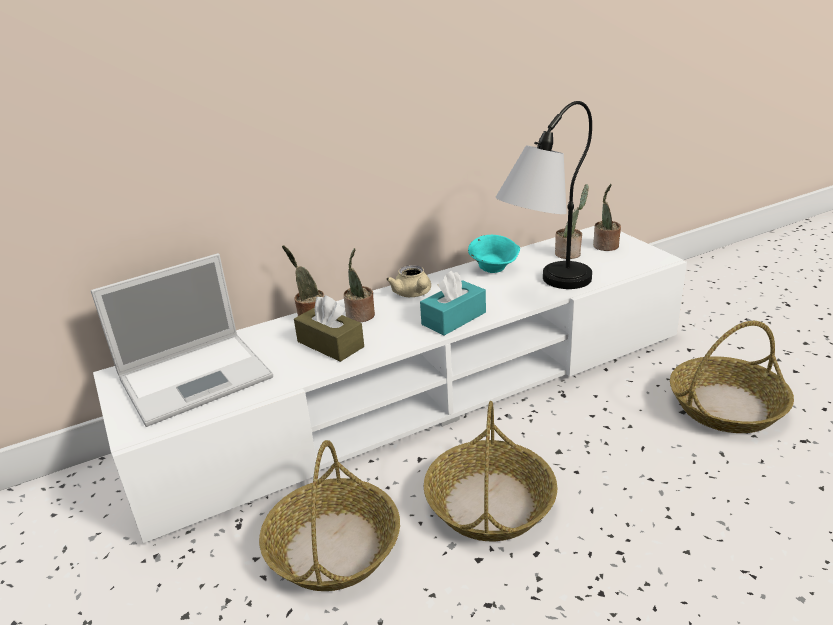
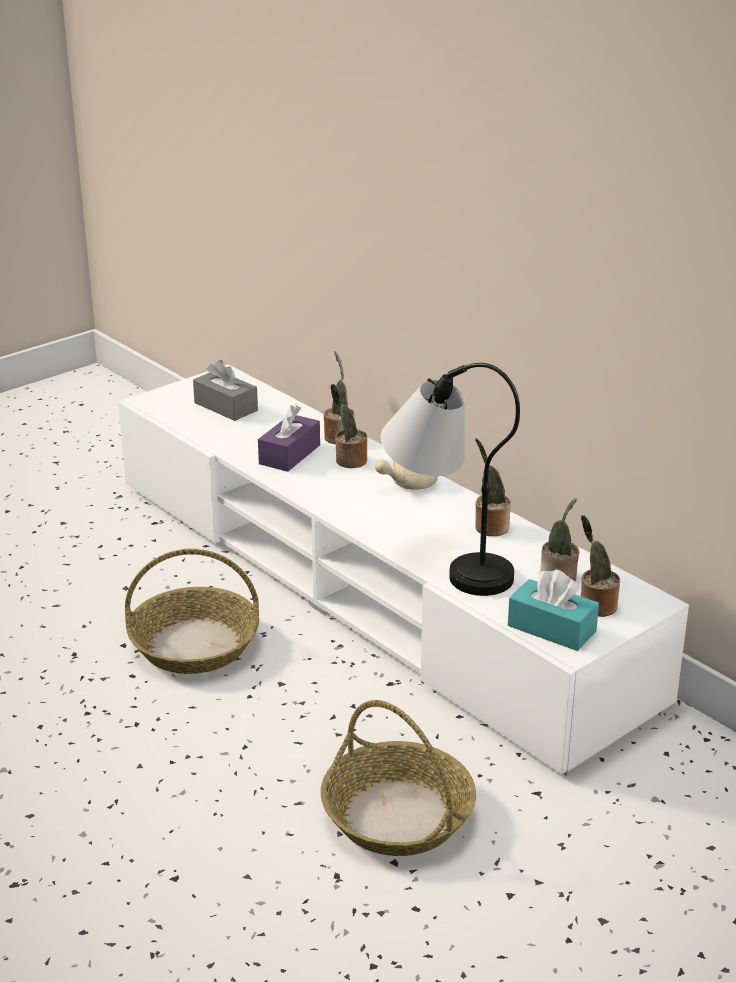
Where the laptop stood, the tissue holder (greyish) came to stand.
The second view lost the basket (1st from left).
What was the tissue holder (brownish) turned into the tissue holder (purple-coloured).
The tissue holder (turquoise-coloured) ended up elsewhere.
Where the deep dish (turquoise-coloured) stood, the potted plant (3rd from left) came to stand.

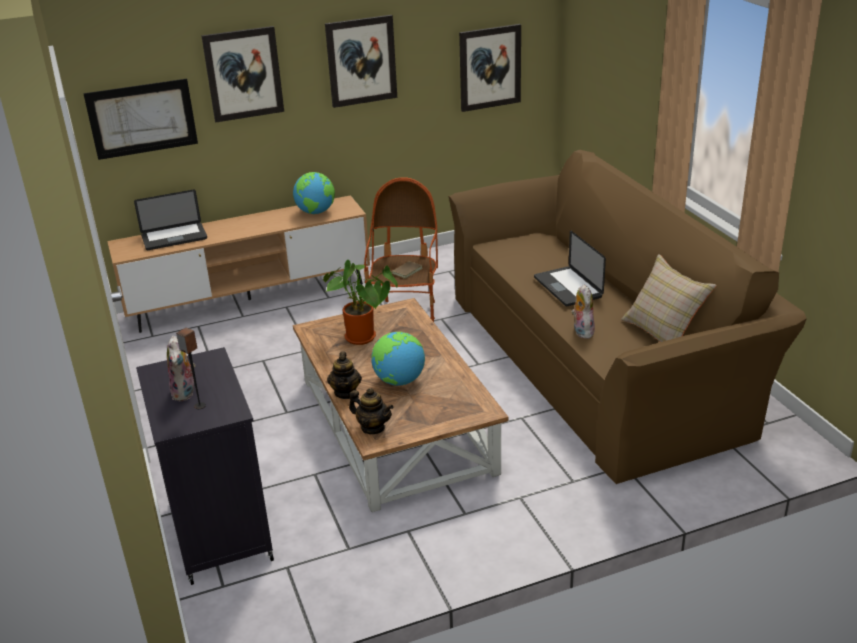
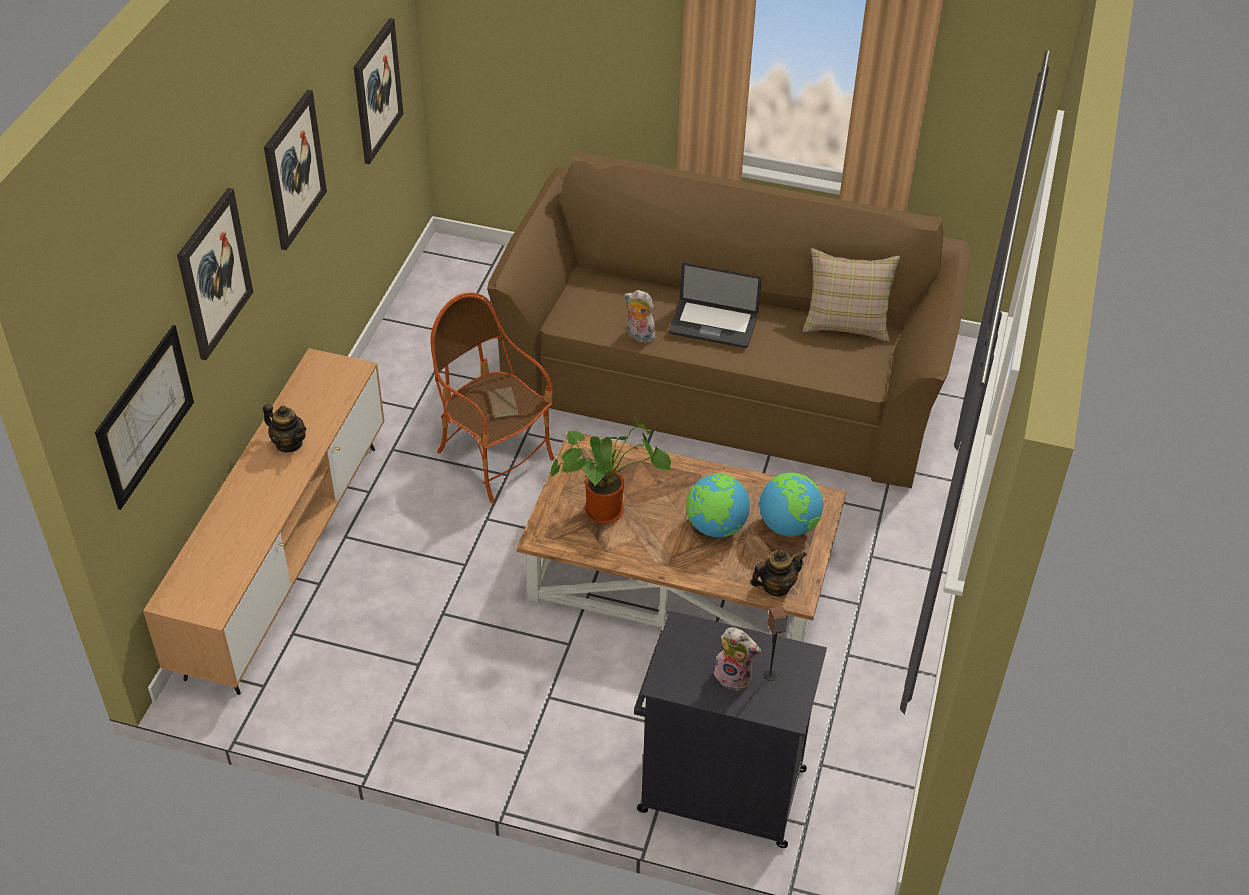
The second view lost the laptop (1st from left).
The globe (1st from left in the first image) ended up elsewhere.
The pot for tea (1st from left) ended up elsewhere.
The cuddly toy (2nd from left in the first image) ended up elsewhere.

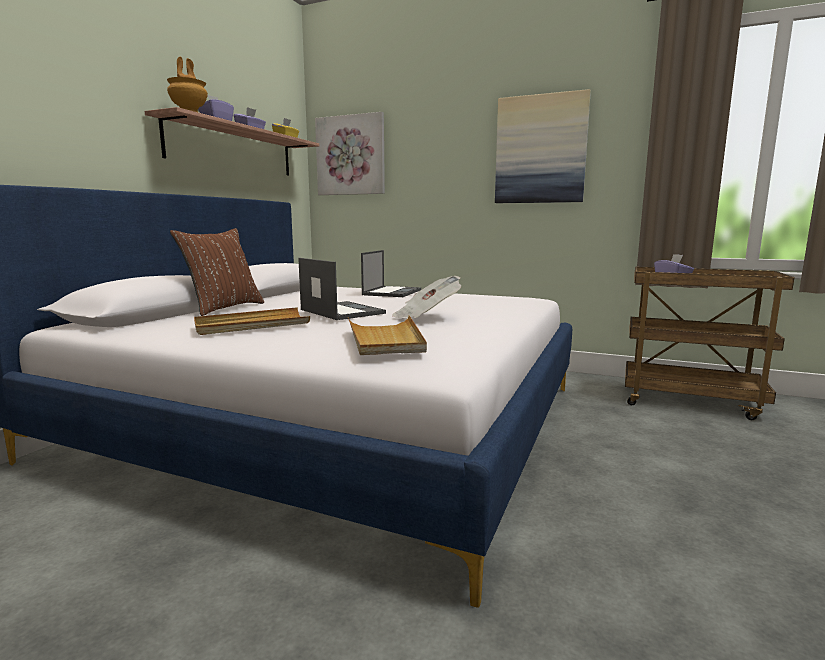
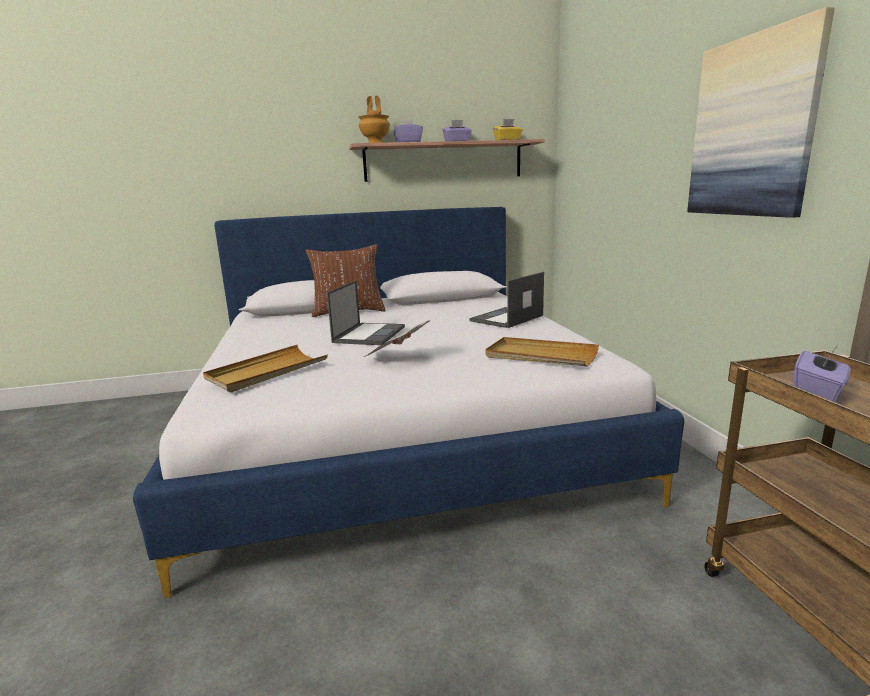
The carrying tray (sand-coloured) (1st from left in the first image) ended up elsewhere.
The second view lost the picture (1st from left).
The laptop (2nd from left) ended up facing another way, 150 degrees clockwise from before.

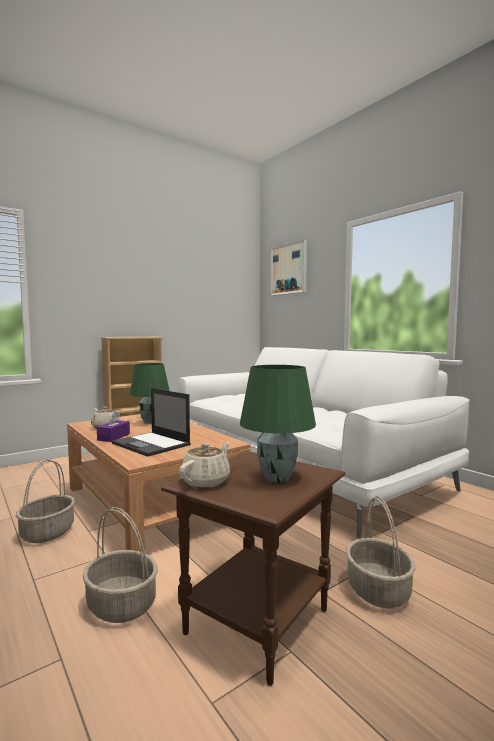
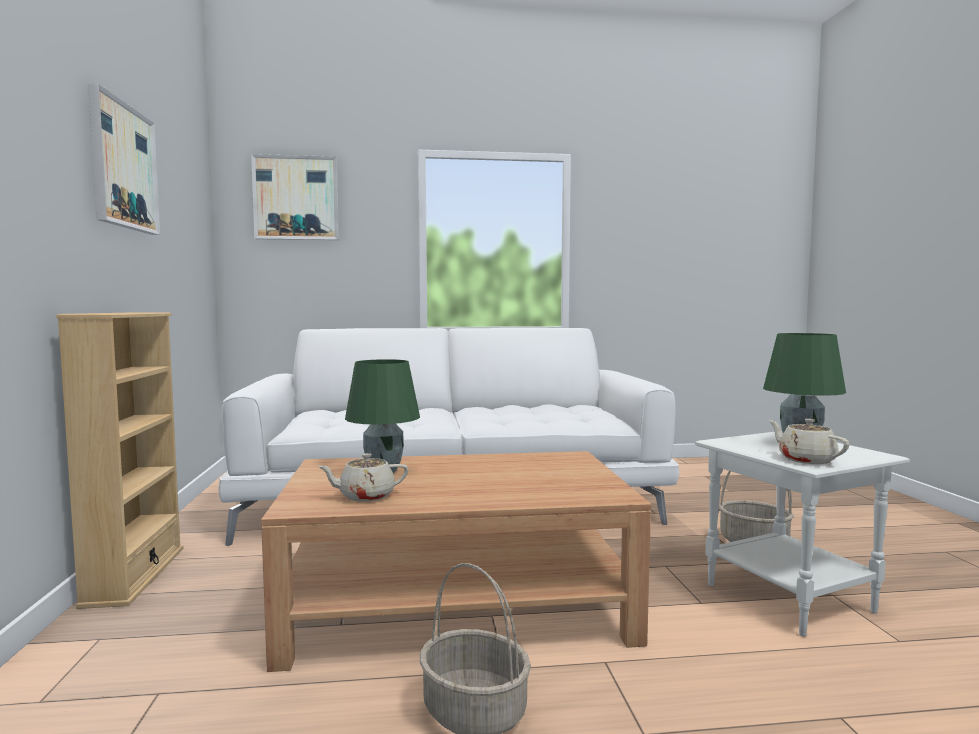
The second view lost the basket (2nd from left).
The second view lost the tissue holder (purple-coloured).
The second view lost the laptop.
What was the side table (brownish) turned into the side table (whitish).
The second view gained the picture (1st from left).

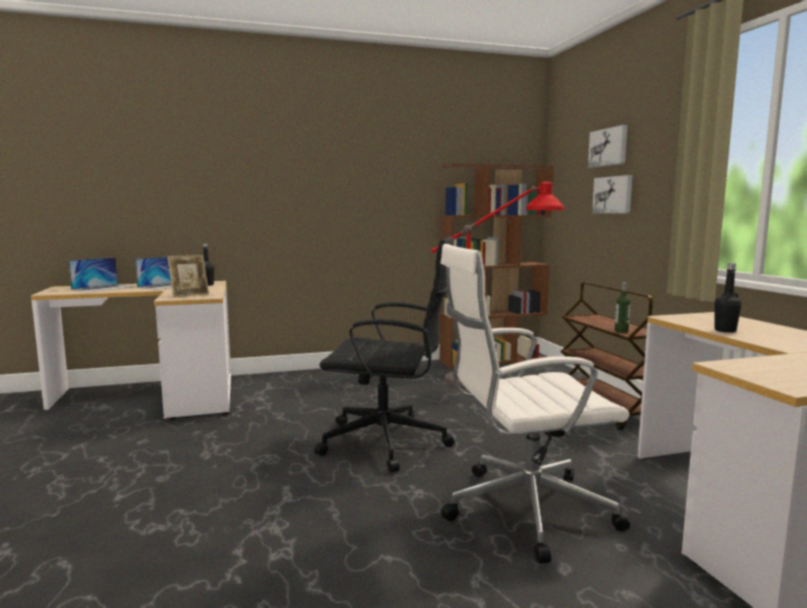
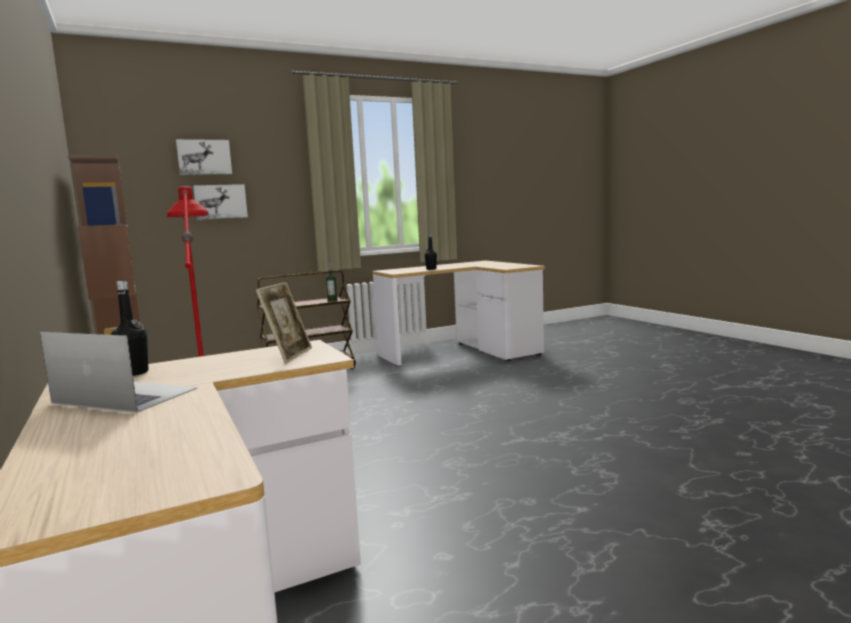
The second view lost the laptop (1st from left).
The photo frame ended up facing another way, 60 degrees clockwise from before.
The second view lost the office chair (black-coloured).
The second view lost the office chair (whitish).

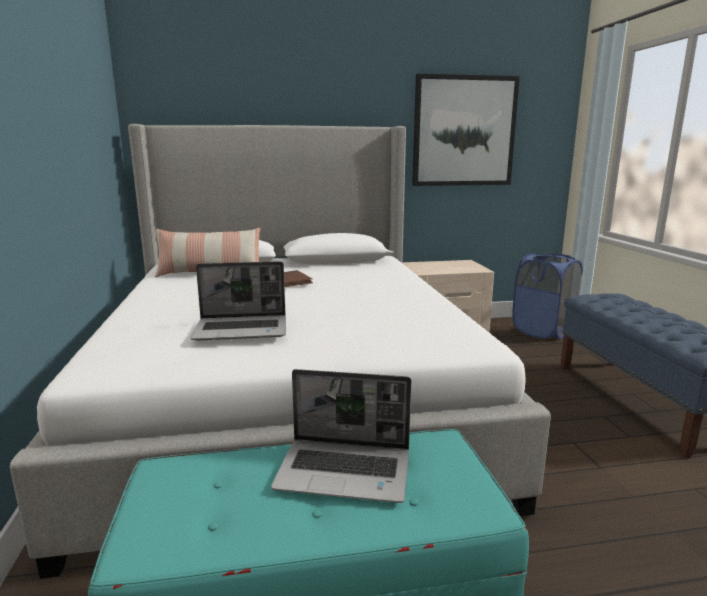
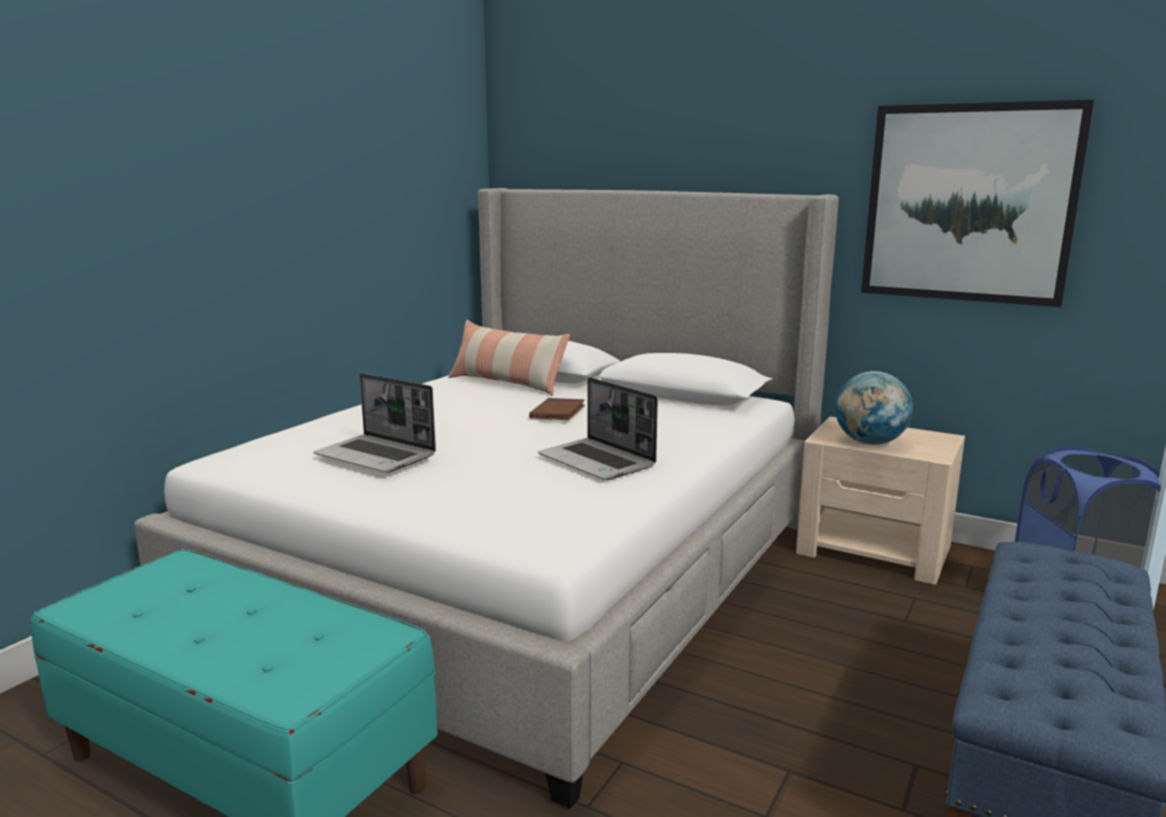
The laptop (2nd from left) ended up elsewhere.
The second view gained the globe.

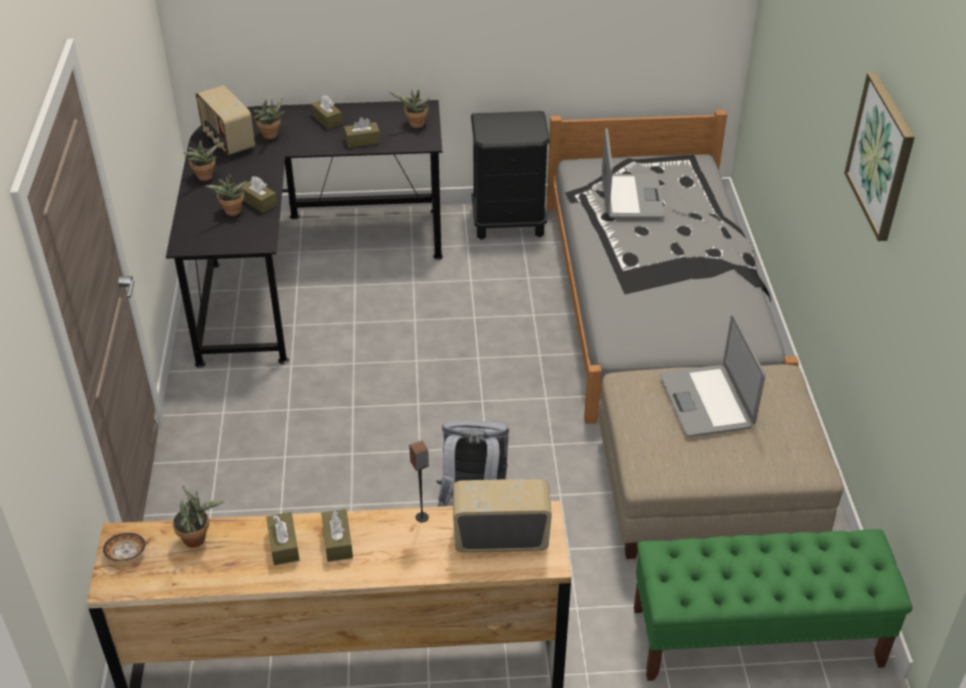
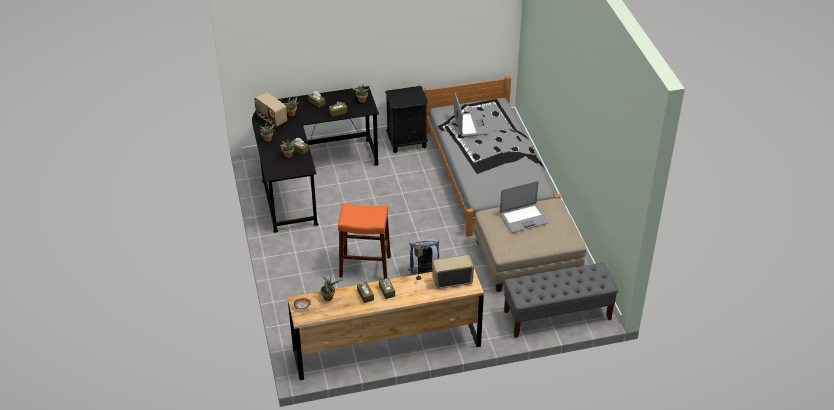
What was the long seat (green) turned into the long seat (greyish).
The laptop (2nd from left) ended up facing another way, 90 degrees counterclockwise from before.
The second view lost the picture.
The second view gained the stool (orange-coloured).

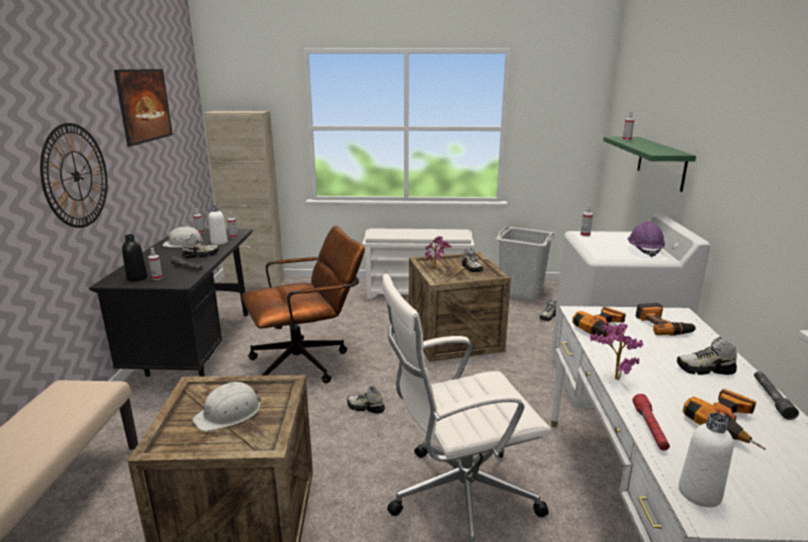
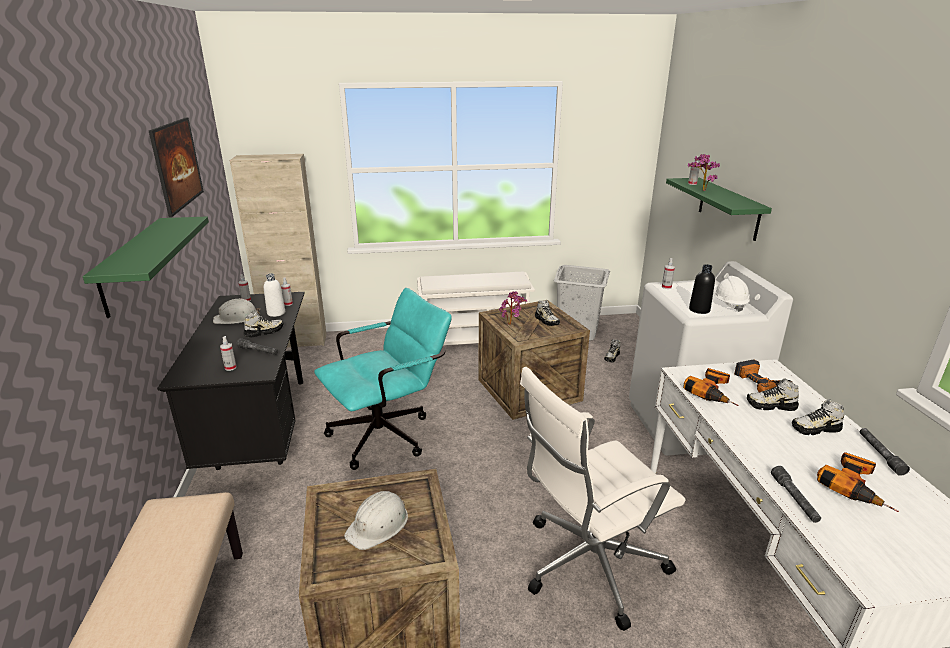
Where the wall clock hung, the shelf (green) (1st from left) came to hang.
The beverage bottle (black-coloured) ended up elsewhere.
What was the office chair (brownish) turned into the office chair (turquoise-coloured).
The shoe (2nd from left in the first image) ended up elsewhere.
The potted plant (2nd from left) ended up elsewhere.
What was the safety helmet (purple-coloured) turned into the safety helmet (whitish) (3rd from left).
What was the torch (red) turned into the torch (greyish) (2nd from left).
The second view lost the beverage bottle (whitish) (2nd from left).

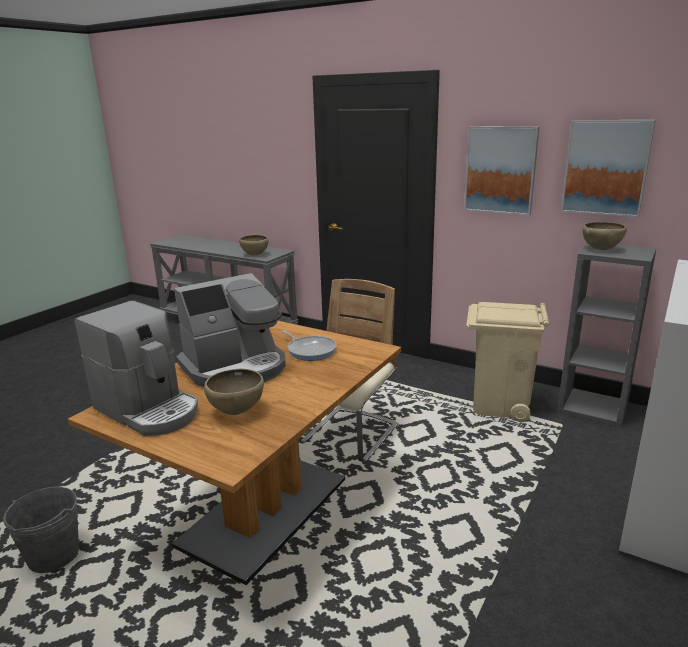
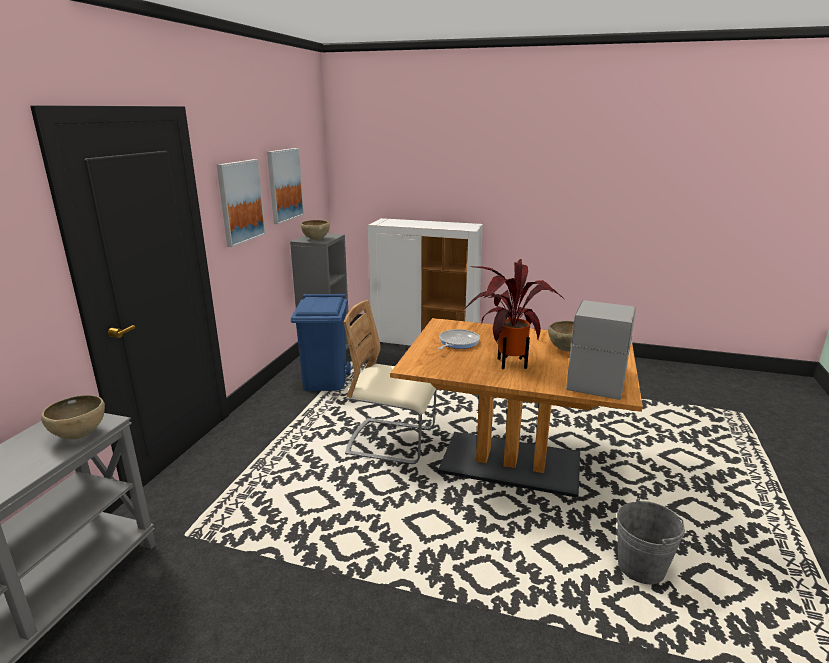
Where the coffee machine (2nd from left) stood, the potted plant came to stand.
What was the trash can (sand-coloured) turned into the trash can (bluish).

